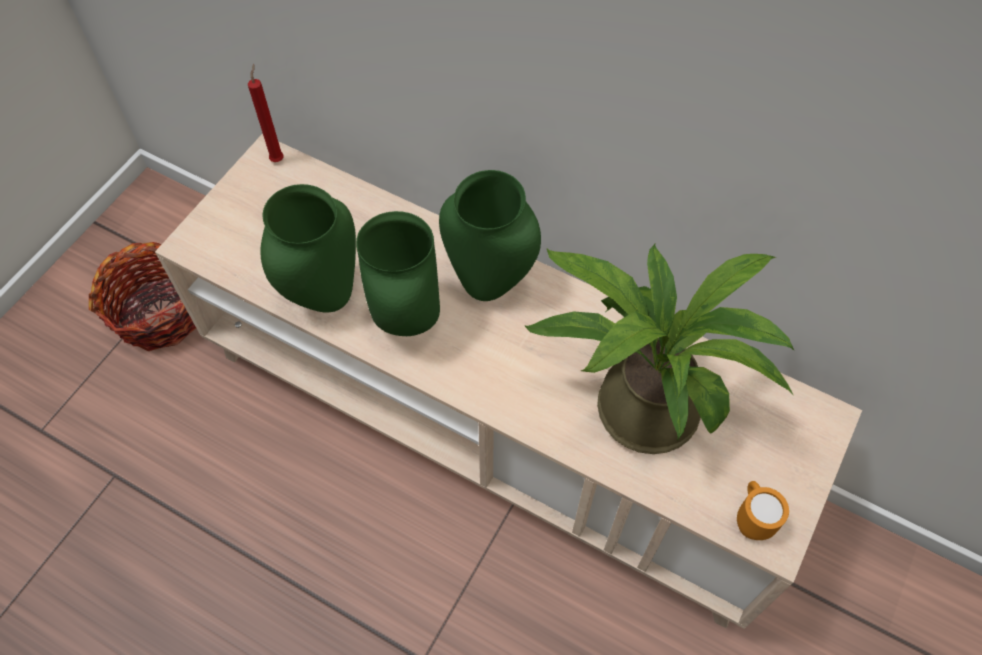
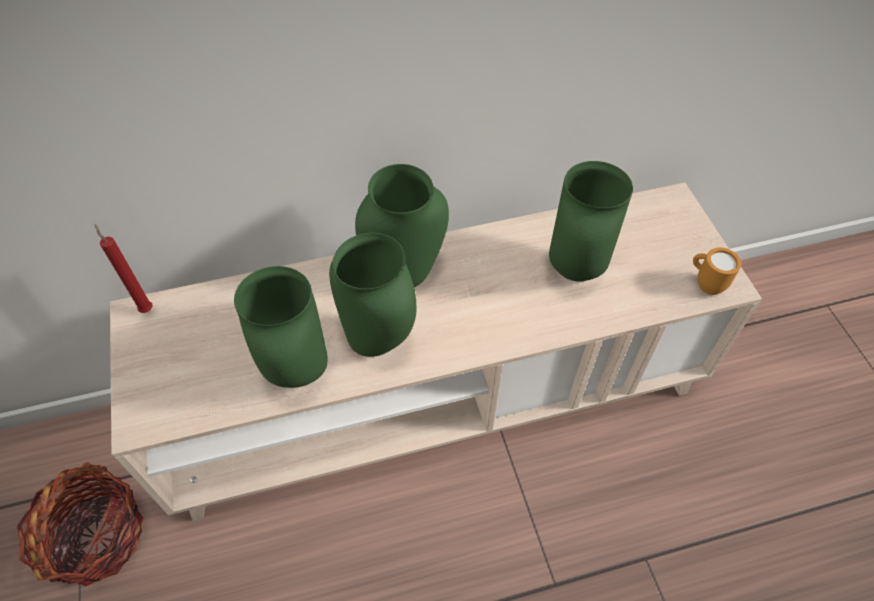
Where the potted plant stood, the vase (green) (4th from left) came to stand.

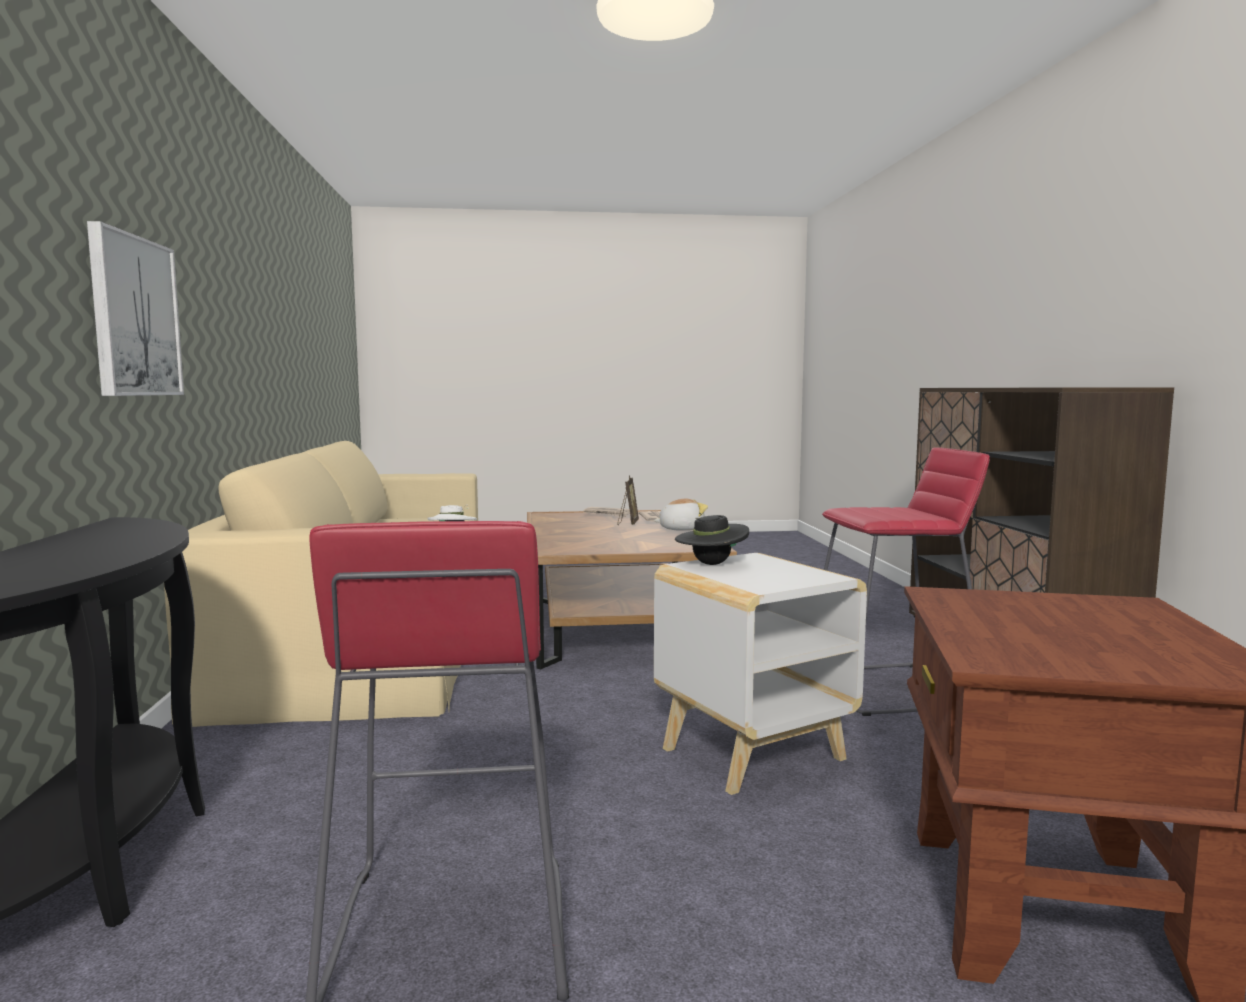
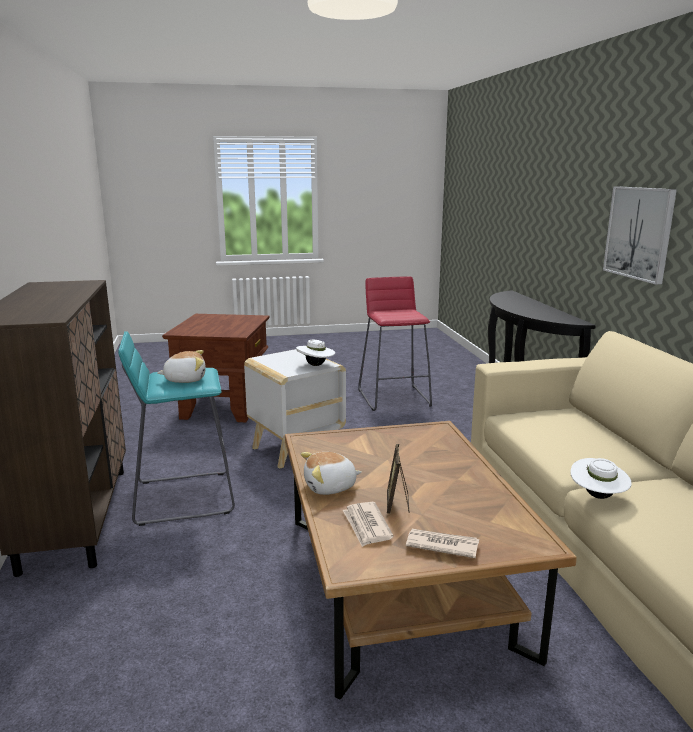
What was the wearable hat (black-coloured) turned into the wearable hat (whitish) (1st from left).
What was the stool (red) (2nd from left) turned into the stool (turquoise-coloured).
The second view gained the cuddly toy (1st from left).

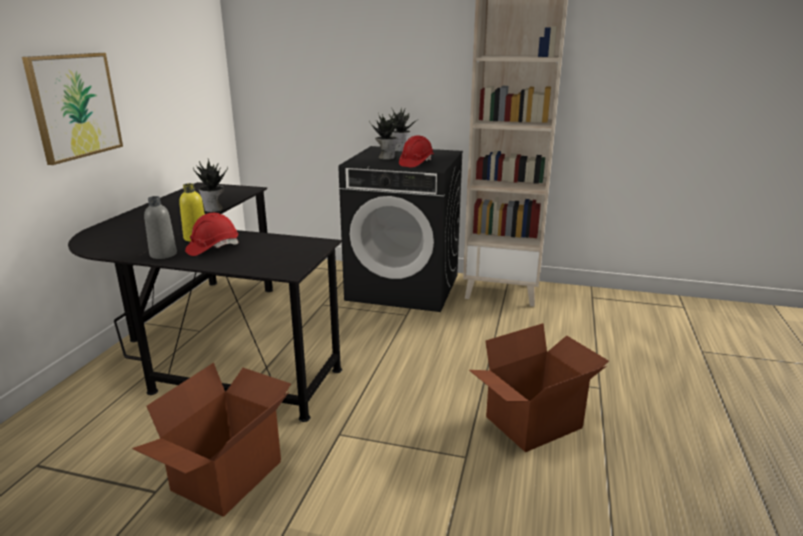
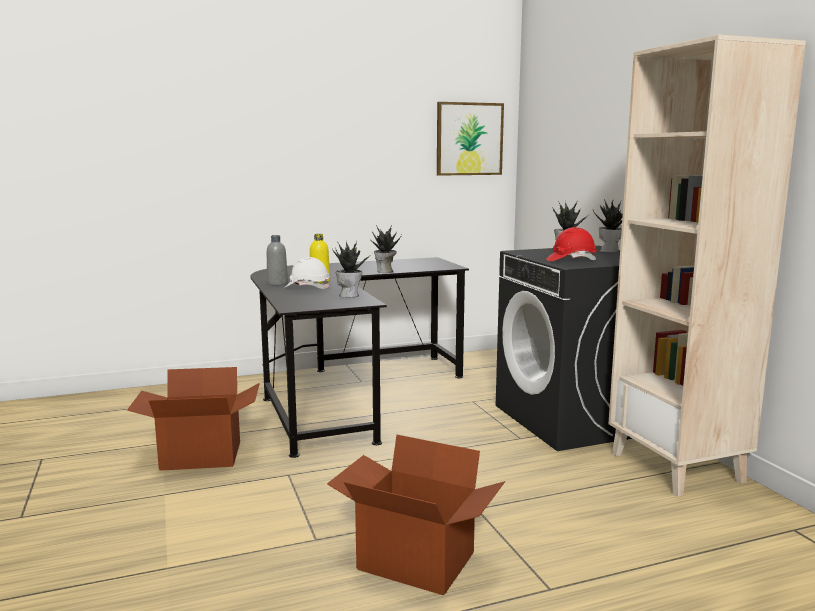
The picture ended up elsewhere.
What was the safety helmet (red) (1st from left) turned into the safety helmet (whitish).
The second view gained the potted plant (1st from left).

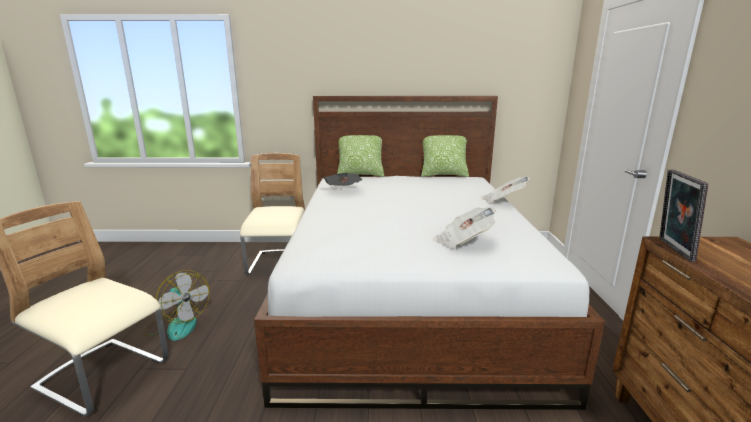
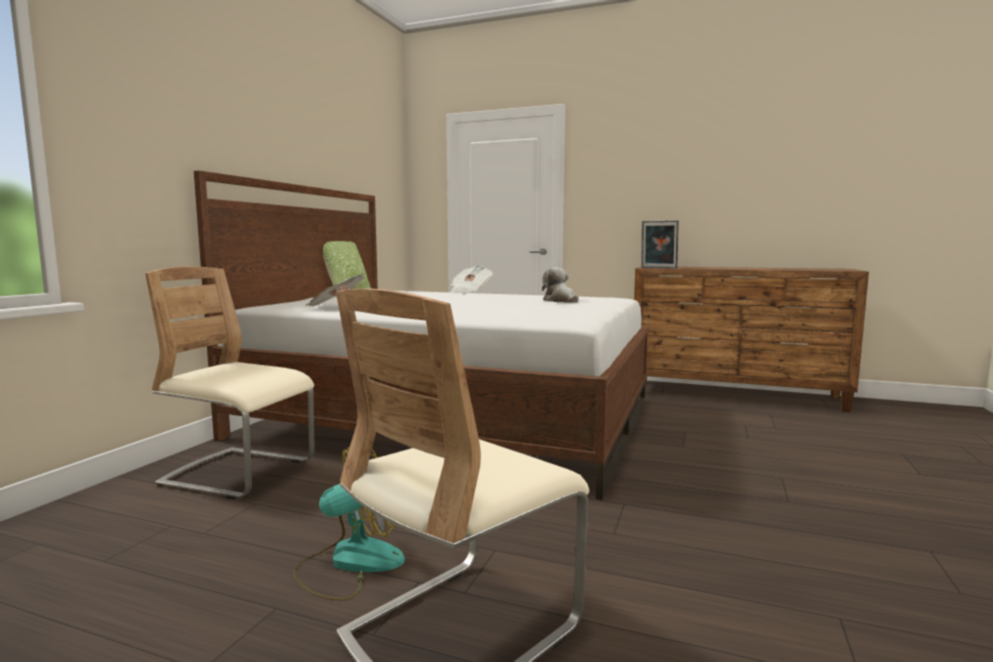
The second view lost the throw pillow (1st from left).
Where the daily paper (2nd from left) stood, the cuddly toy came to stand.

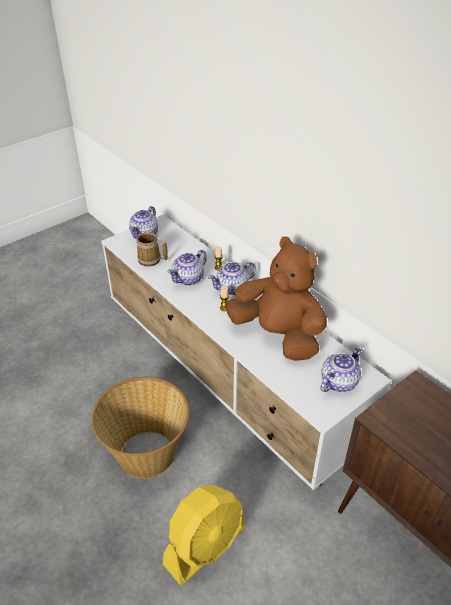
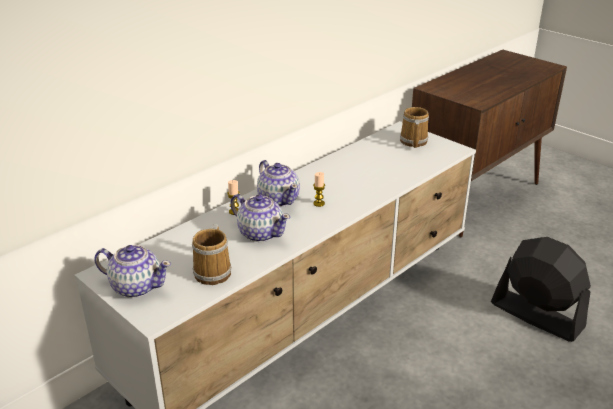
The second view lost the basket.
What was the electric fan (yellow) turned into the electric fan (black-coloured).
The second view lost the cuddly toy (brownish).
Where the pot for tea (4th from left) stood, the mug (2nd from left) came to stand.

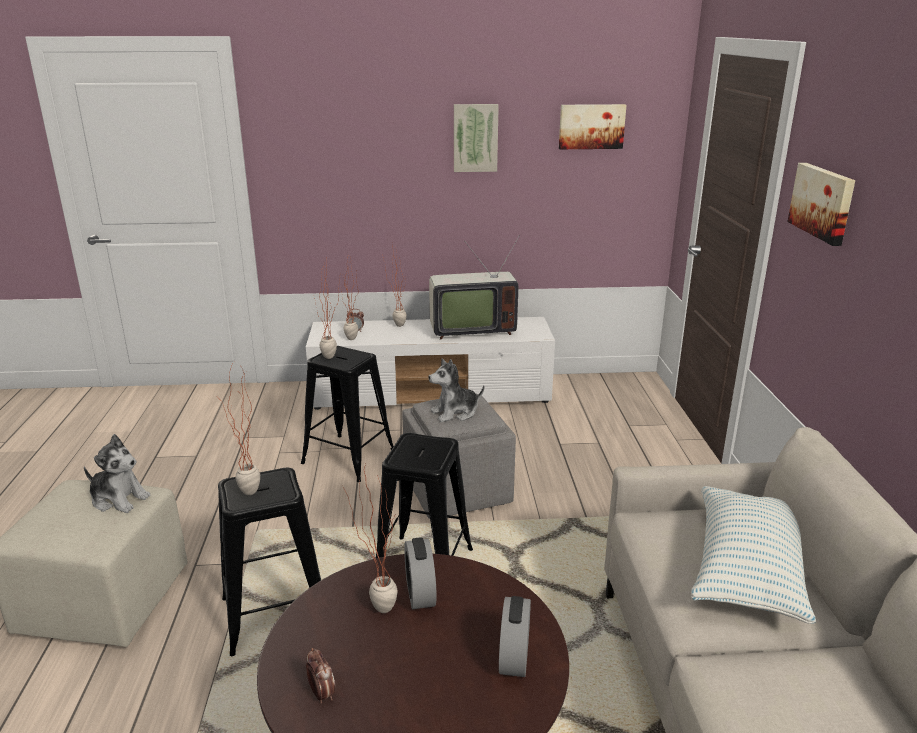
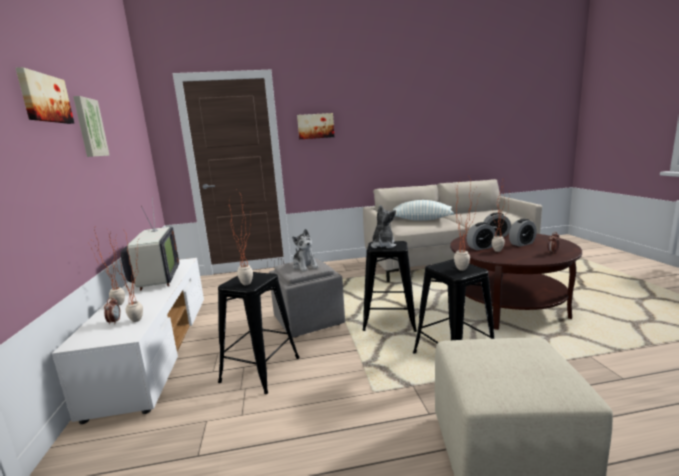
The cuddly toy (1st from left in the first image) ended up elsewhere.
The picture (2nd from left in the first image) ended up elsewhere.
The second view gained the bedside clock (4th from left).

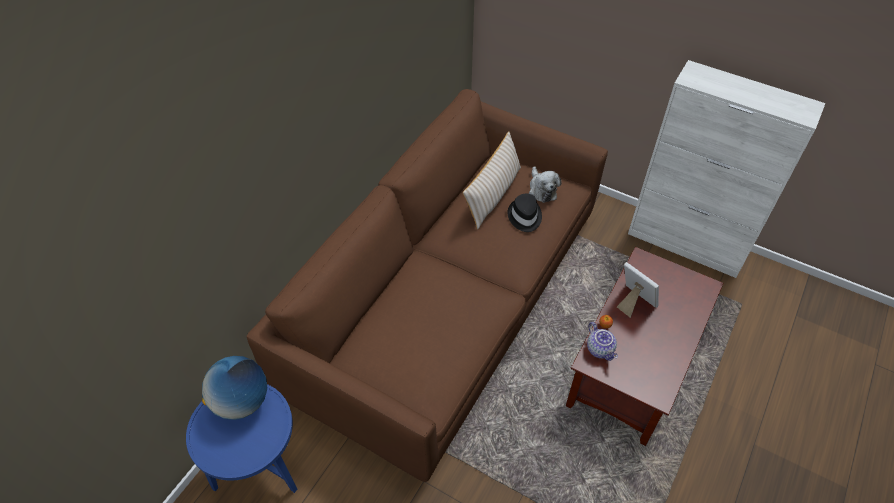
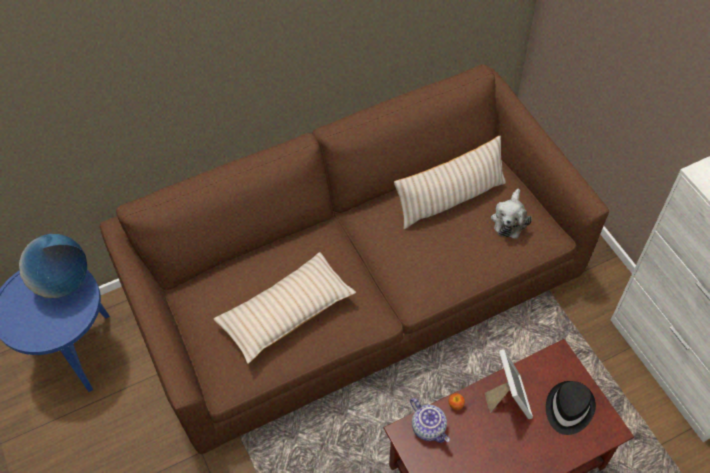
The wearable hat (black-coloured) ended up elsewhere.
The pot for tea ended up facing another way, 45 degrees counterclockwise from before.
The second view gained the throw pillow (sand-coloured) (1st from left).

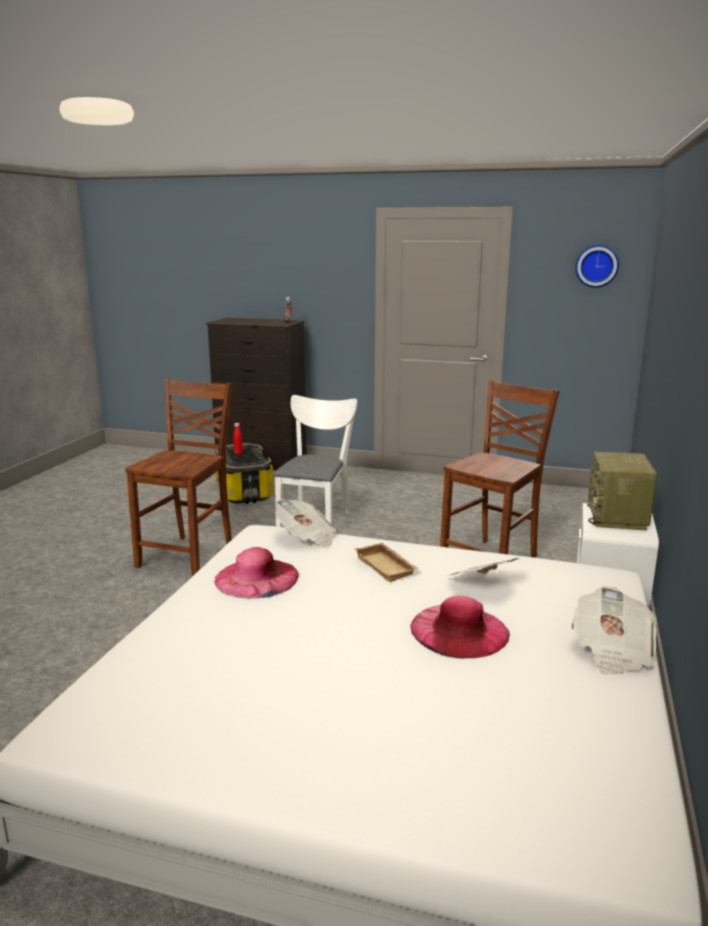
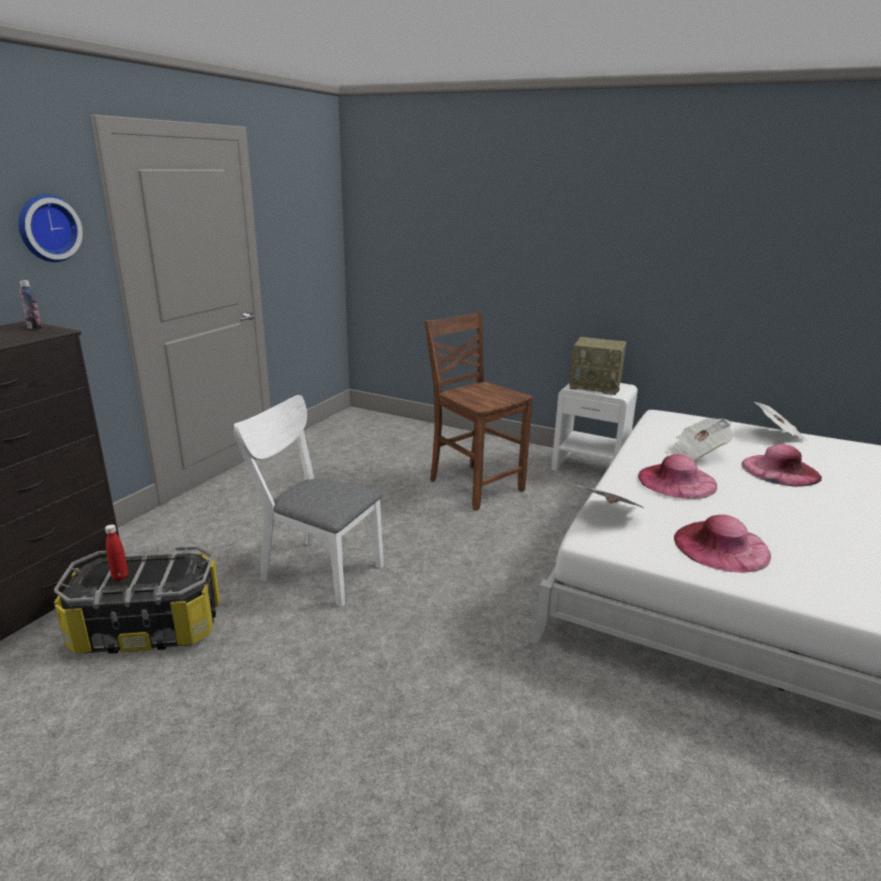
The second view lost the upright chair (brownish) (1st from left).
Where the carrying tray (sand-coloured) stood, the wearable hat (pink-coloured) (1st from left) came to stand.
The wall clock ended up elsewhere.

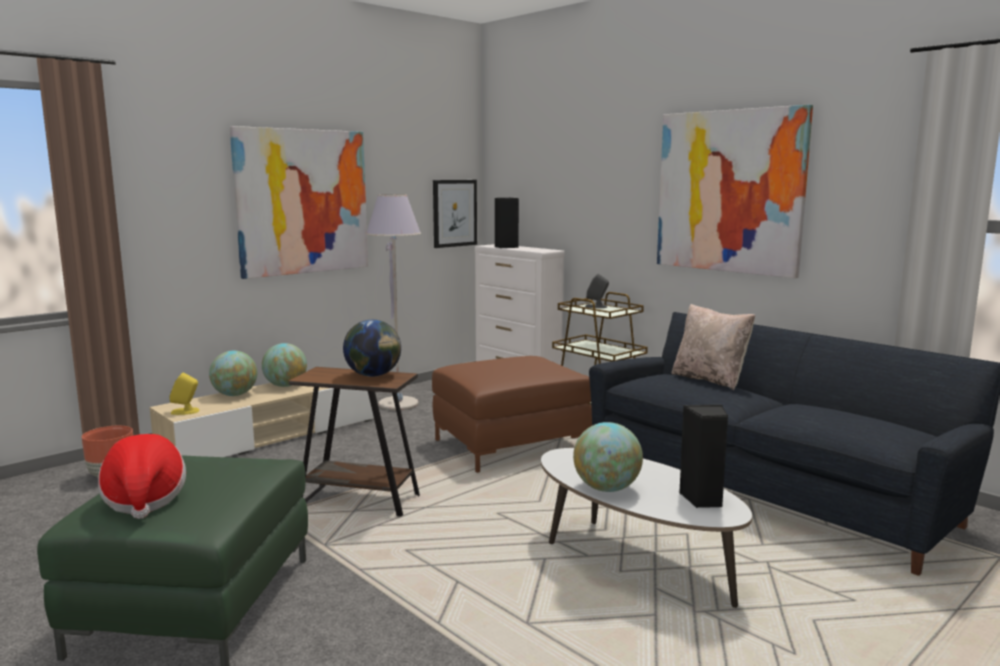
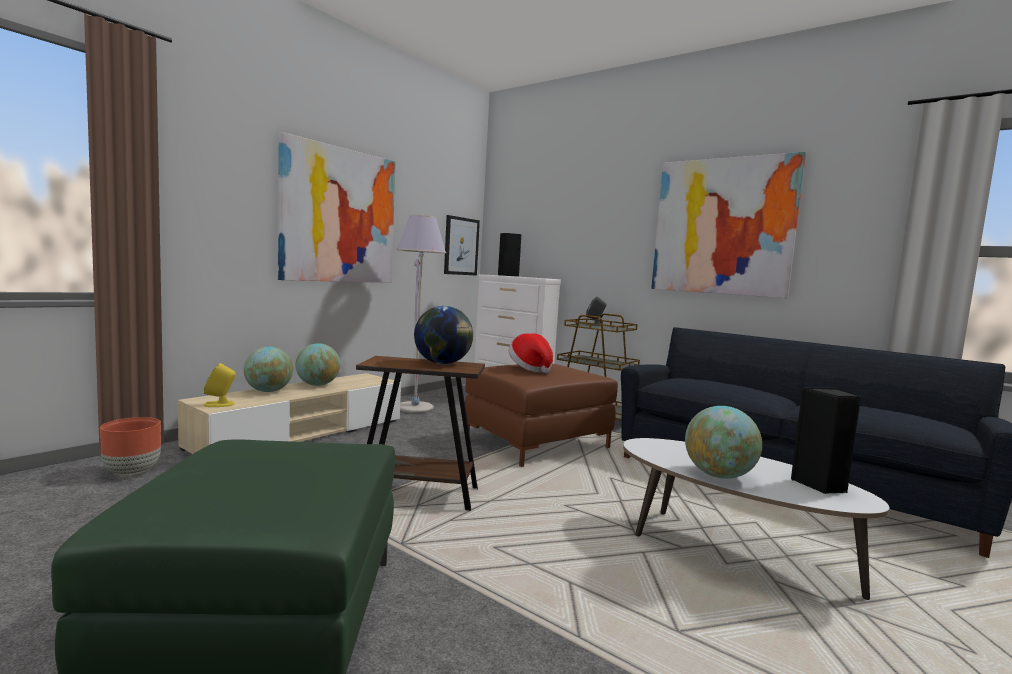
The wearable hat ended up elsewhere.
The second view lost the throw pillow (sand-coloured).

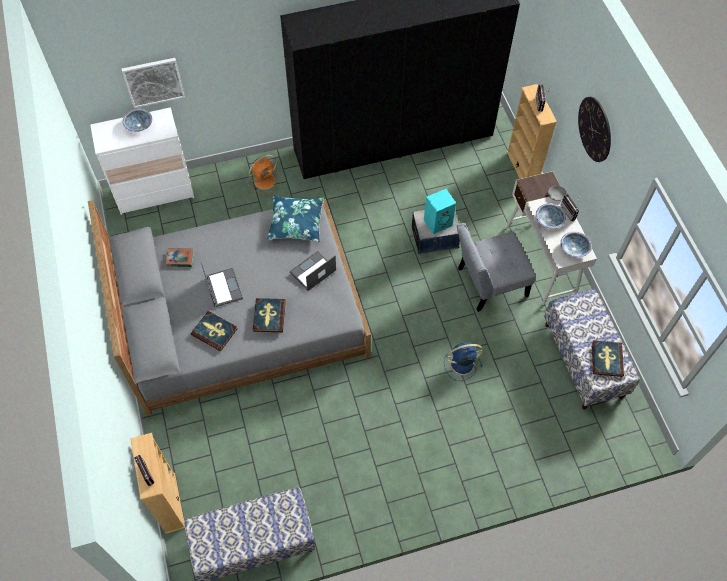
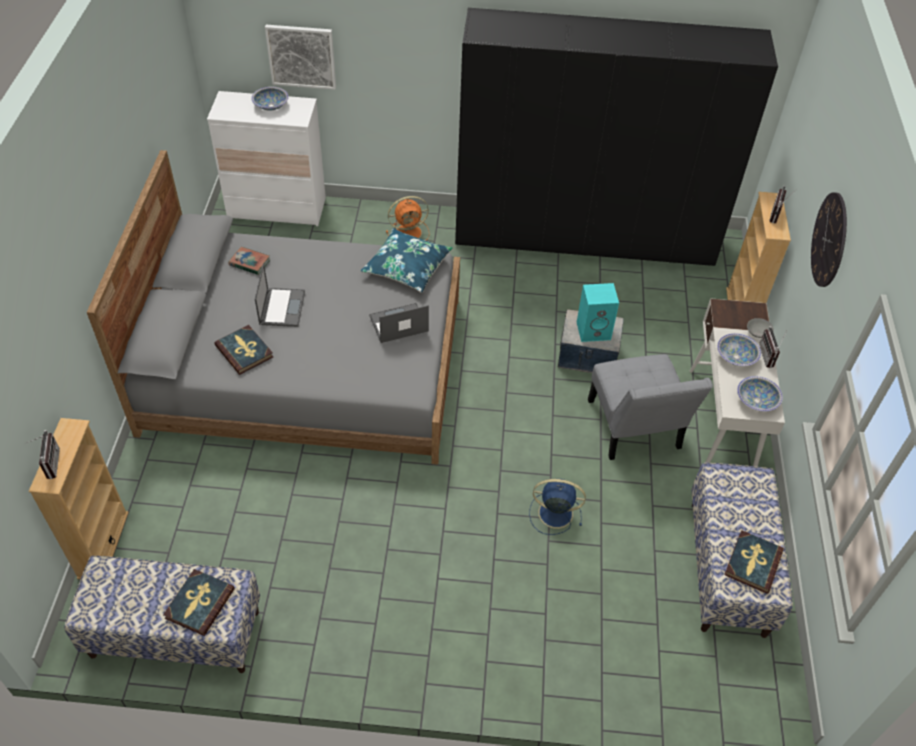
The bound book (3rd from left in the first image) ended up elsewhere.
The upright chair (greyish) ended up facing another way, 105 degrees counterclockwise from before.

